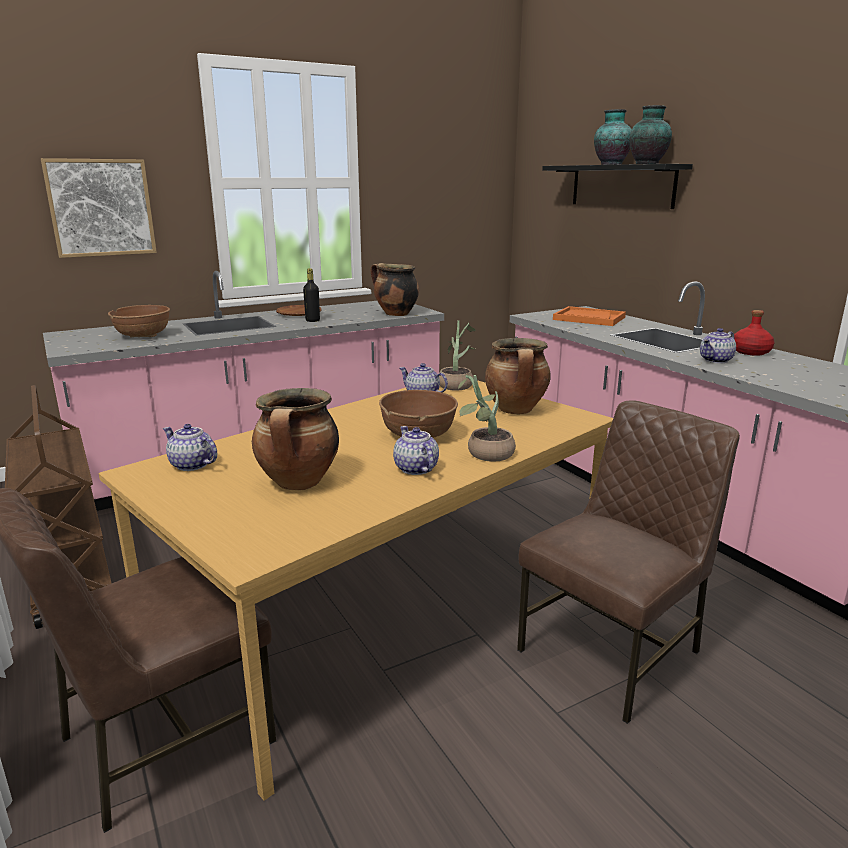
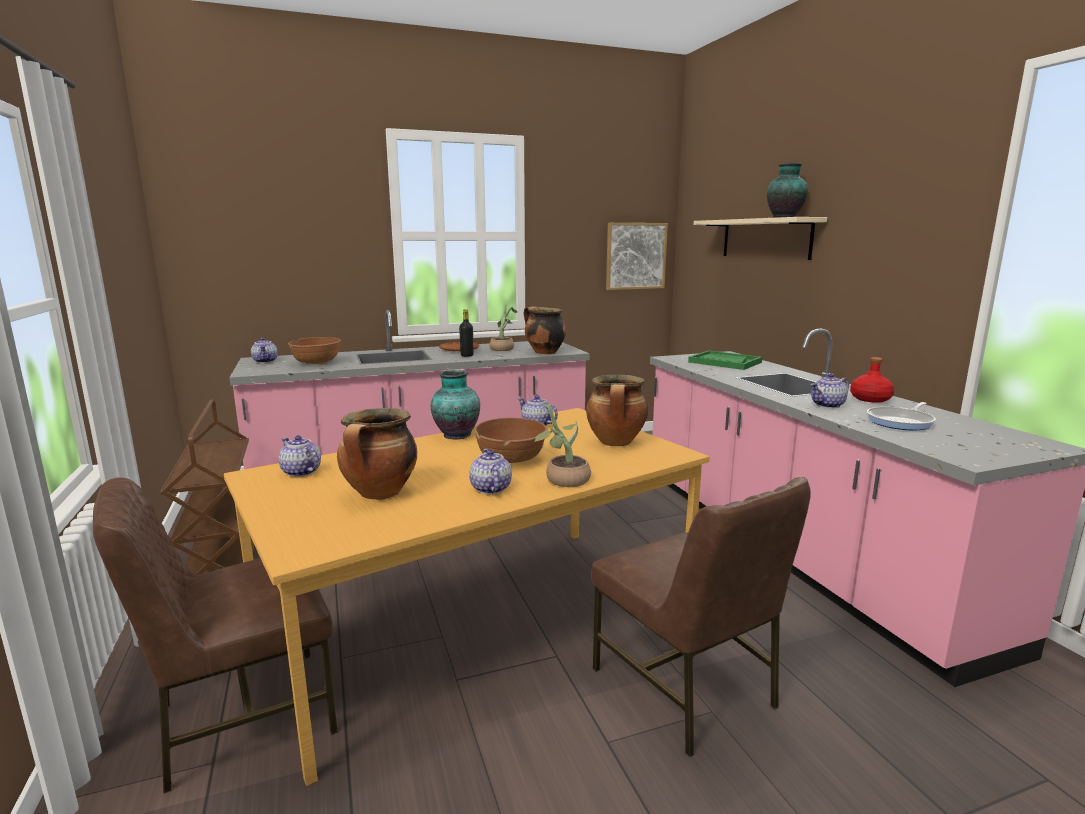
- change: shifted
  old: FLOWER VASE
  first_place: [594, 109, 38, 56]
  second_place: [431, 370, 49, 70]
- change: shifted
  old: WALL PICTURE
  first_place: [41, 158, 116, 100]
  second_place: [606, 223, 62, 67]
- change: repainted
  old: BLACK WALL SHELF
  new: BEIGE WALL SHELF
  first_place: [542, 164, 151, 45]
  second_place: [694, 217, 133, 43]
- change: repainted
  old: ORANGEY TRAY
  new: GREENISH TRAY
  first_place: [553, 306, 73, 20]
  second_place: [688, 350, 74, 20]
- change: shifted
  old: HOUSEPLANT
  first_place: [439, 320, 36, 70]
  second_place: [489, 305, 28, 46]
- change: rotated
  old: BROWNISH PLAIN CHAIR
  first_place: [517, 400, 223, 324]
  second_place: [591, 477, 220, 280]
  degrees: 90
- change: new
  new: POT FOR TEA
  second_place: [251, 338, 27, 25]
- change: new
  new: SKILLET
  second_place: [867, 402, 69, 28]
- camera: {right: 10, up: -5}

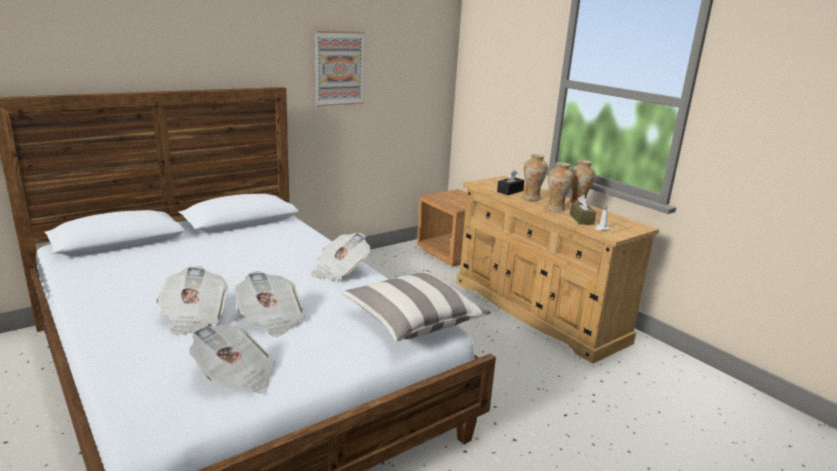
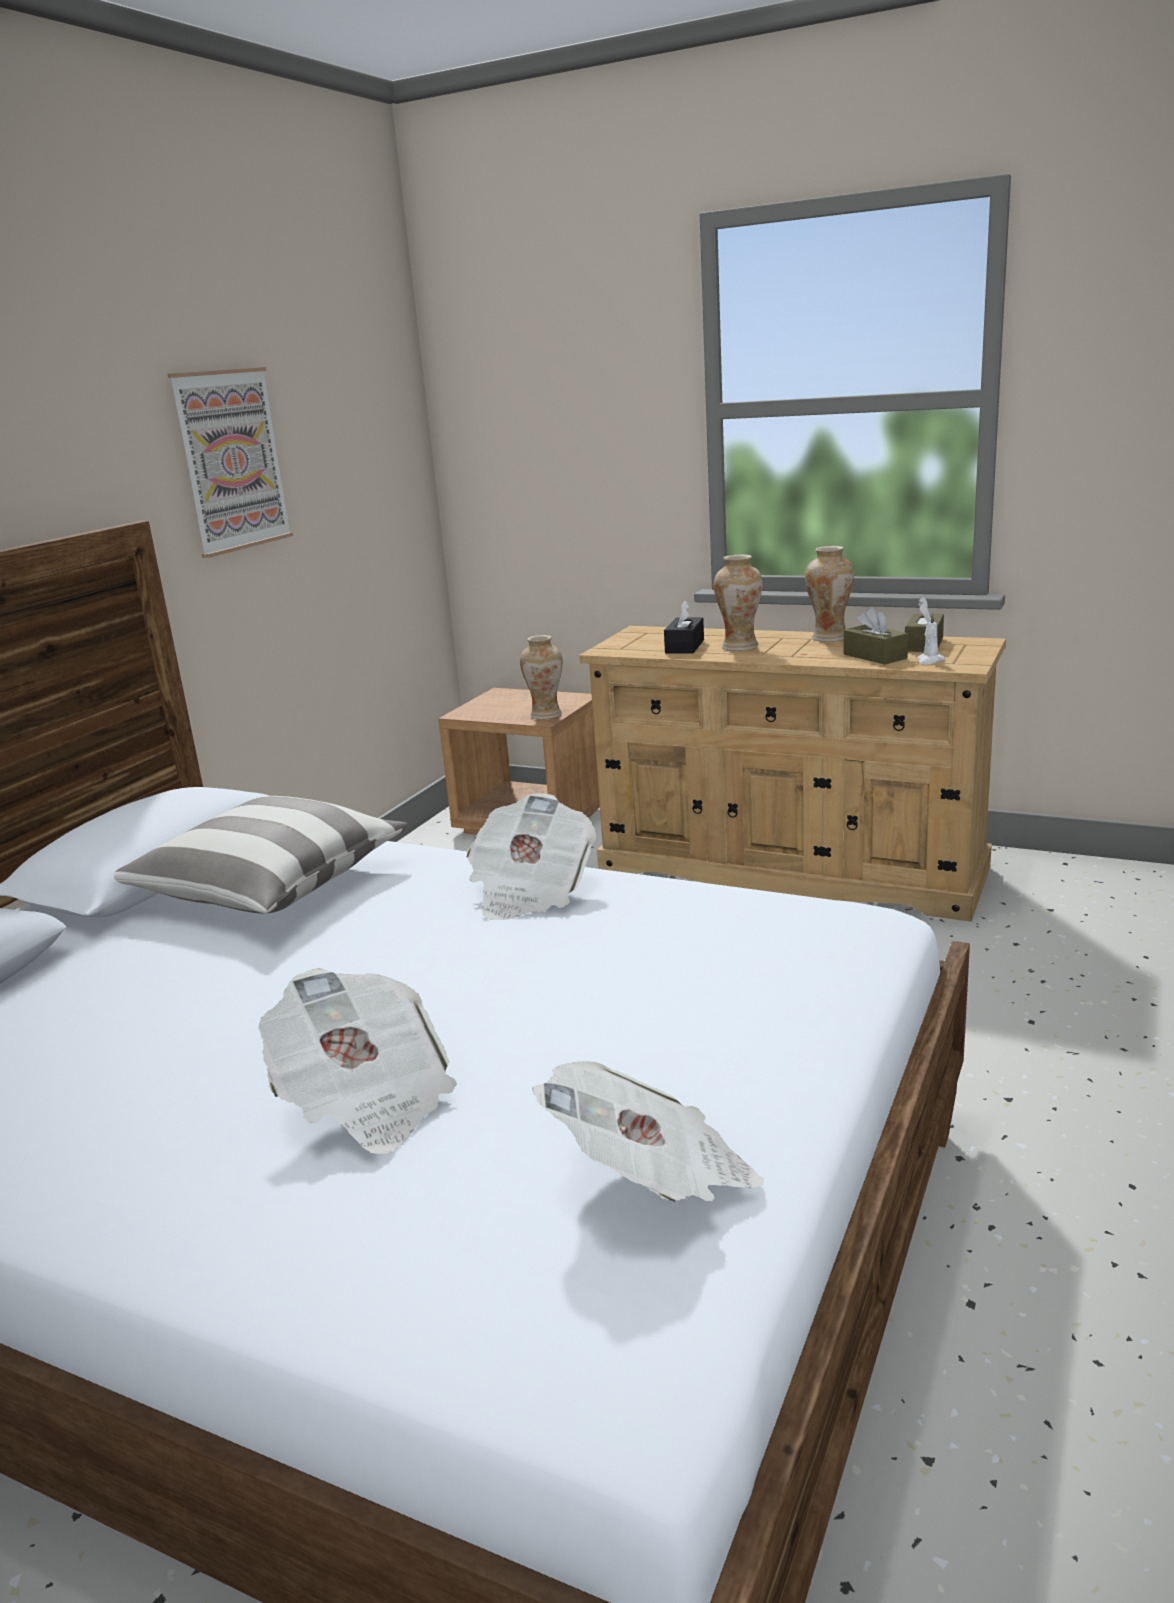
- change: shifted
  old: FLOWER VASE
  first_place: [547, 162, 27, 49]
  second_place: [520, 635, 43, 84]
- change: shifted
  old: PILLOW
  first_place: [341, 270, 150, 72]
  second_place: [114, 796, 294, 117]
- change: gone
  old: PRINTED PAPER
  first_place: [235, 271, 70, 66]
- change: new
  new: BROWNISH TISSUE BOX
  second_place: [905, 596, 39, 56]
- camera: {right: -25, up: 0}

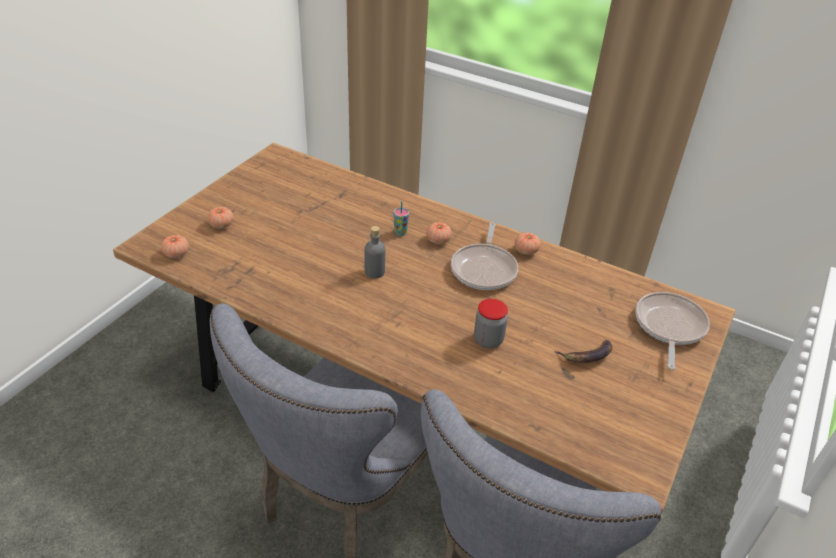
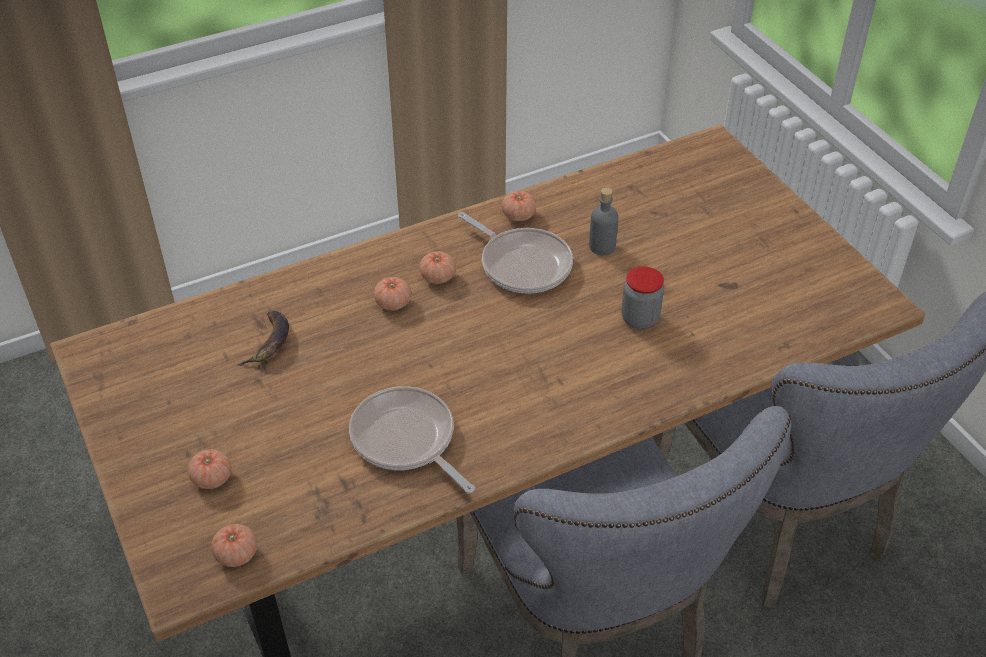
- change: swapped
  old: DRINKING CUP
  new: TOMATO
  first_place: [393, 201, 16, 35]
  second_place: [374, 277, 37, 33]
- change: shifted
  old: GREY BOTTLE
  first_place: [365, 226, 20, 53]
  second_place: [589, 187, 29, 68]
- change: shifted
  old: SKILLET
  first_place: [635, 292, 75, 78]
  second_place: [349, 386, 126, 107]
- change: shifted
  old: BANANA FRUIT
  first_place: [555, 340, 58, 23]
  second_place: [237, 311, 52, 55]
- camera: {right: -55, up: 5}

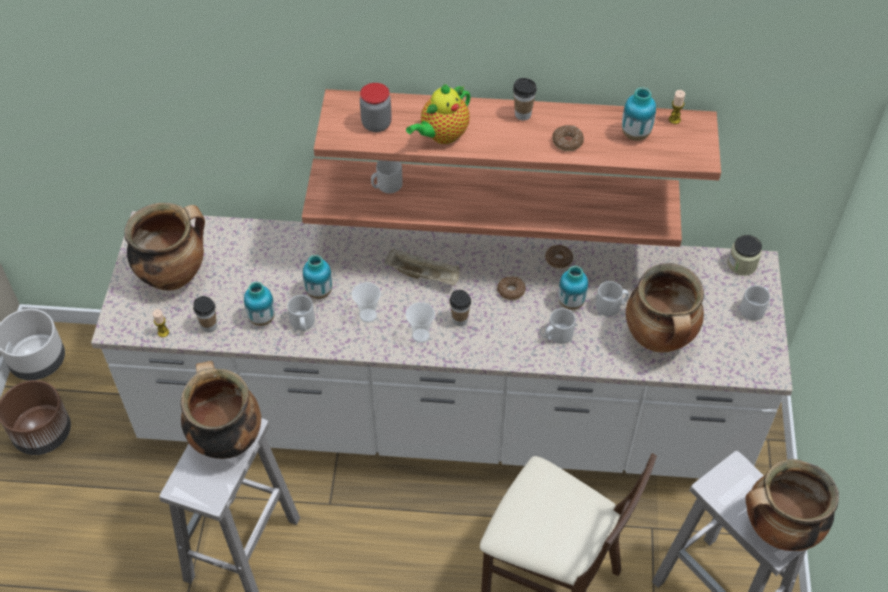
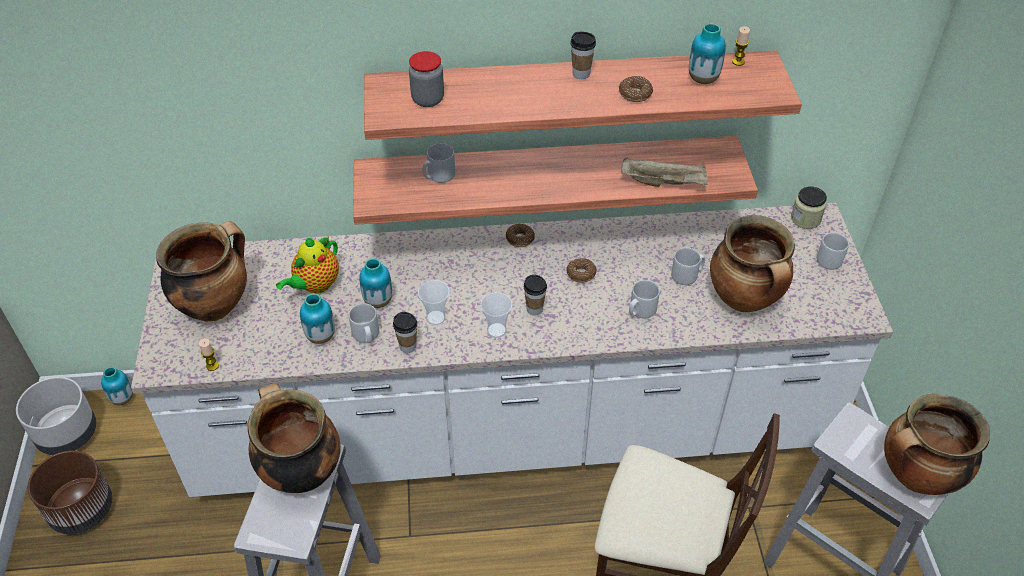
- change: shifted
  old: POT FOR TEA
  first_place: [406, 84, 65, 60]
  second_place: [276, 236, 63, 57]
- change: shifted
  old: DONUT
  first_place: [545, 245, 28, 24]
  second_place: [506, 224, 29, 23]
- change: shifted
  old: BEIGE TRAY
  first_place: [384, 249, 76, 37]
  second_place: [621, 158, 87, 29]
- change: shifted
  old: FLOWER VASE
  first_place: [558, 266, 30, 44]
  second_place: [101, 367, 32, 38]
- change: shifted
  old: DRINKING CUP
  first_place: [193, 296, 24, 36]
  second_place: [393, 312, 24, 41]
- camera: {right: -10, up: -5}

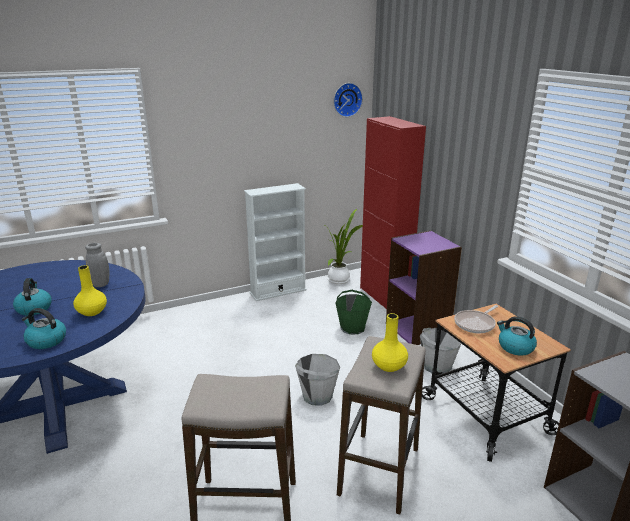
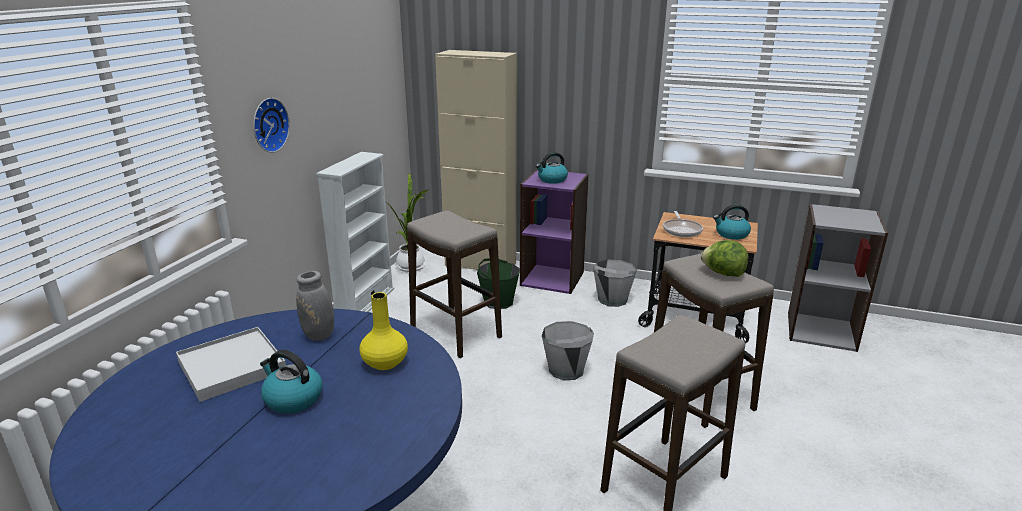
- change: shifted
  old: HANGING CLOCK
  first_place: [334, 83, 29, 34]
  second_place: [253, 98, 37, 55]
- change: repainted
  old: RED-COLOURED STORAGE CABINET
  new: BEIGE STORAGE CABINET
  first_place: [360, 116, 66, 193]
  second_place: [435, 50, 82, 220]
- change: shifted
  old: WATER KETTLE
  first_place: [22, 308, 44, 41]
  second_place: [536, 152, 32, 32]
- change: swapped
  old: YELLOW-COLOURED FLOWER VASE
  new: LETTUCE HEAD
  first_place: [372, 313, 36, 59]
  second_place: [701, 240, 47, 37]
- change: new
  new: SITTING STOOL
  second_place: [407, 211, 95, 147]
- change: new
  new: WHITISH TRAY
  second_place: [176, 327, 110, 75]
- camera: {right: -45, up: 0}

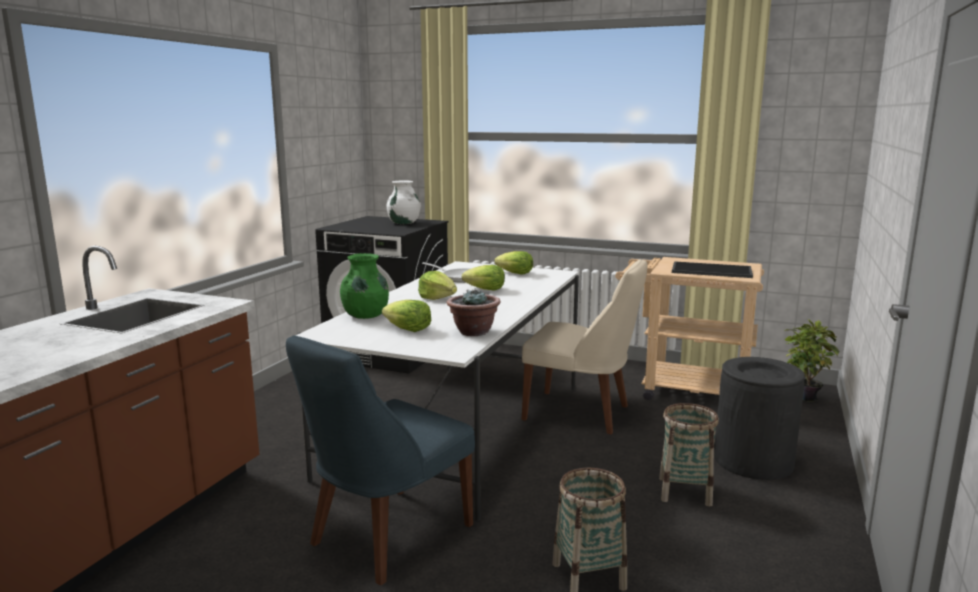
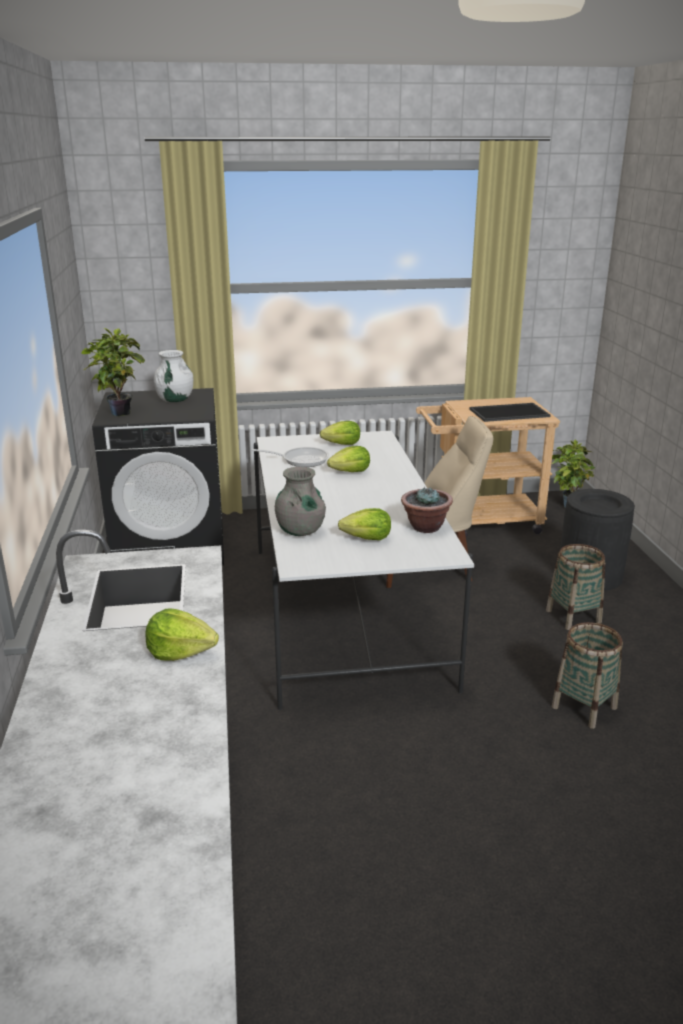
- change: repainted
  old: GREENISH FLOWER VASE
  new: GREY FLOWER VASE
  first_place: [340, 253, 49, 66]
  second_place: [275, 467, 51, 69]
- change: shifted
  old: LETTUCE HEAD
  first_place: [418, 271, 39, 29]
  second_place: [145, 608, 74, 53]
- change: gone
  old: BLUE PLAIN CHAIR
  first_place: [286, 335, 189, 250]
- change: new
  new: HOUSEPLANT
  second_place: [81, 328, 64, 88]
- camera: {right: -30, up: 10}

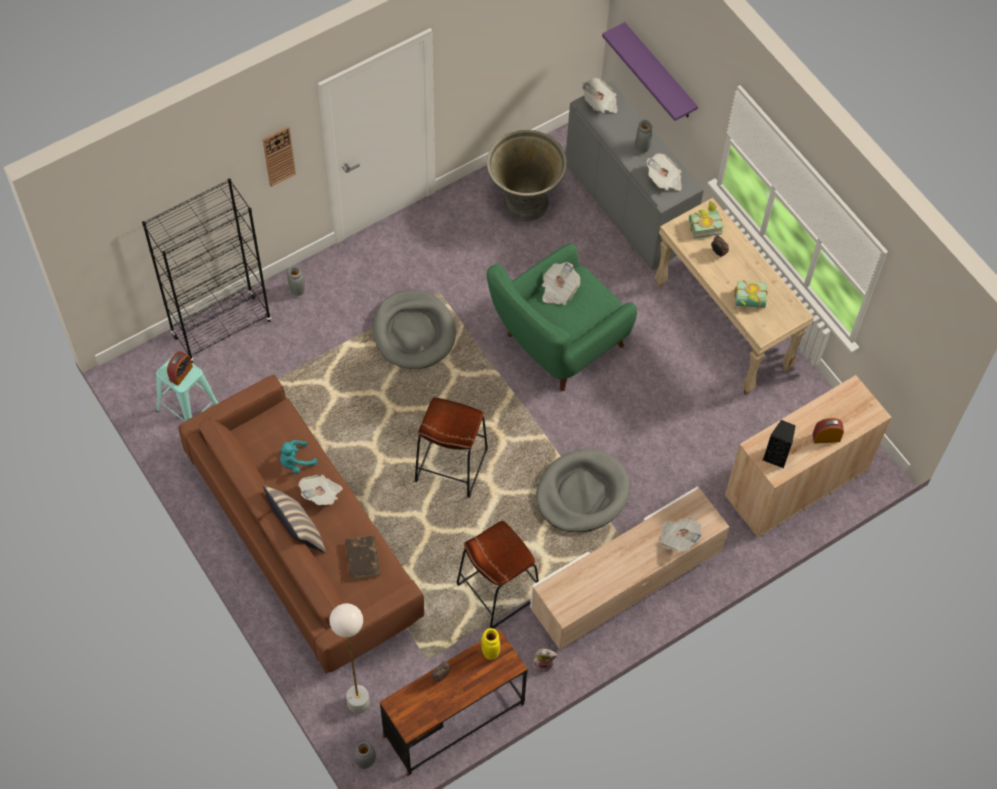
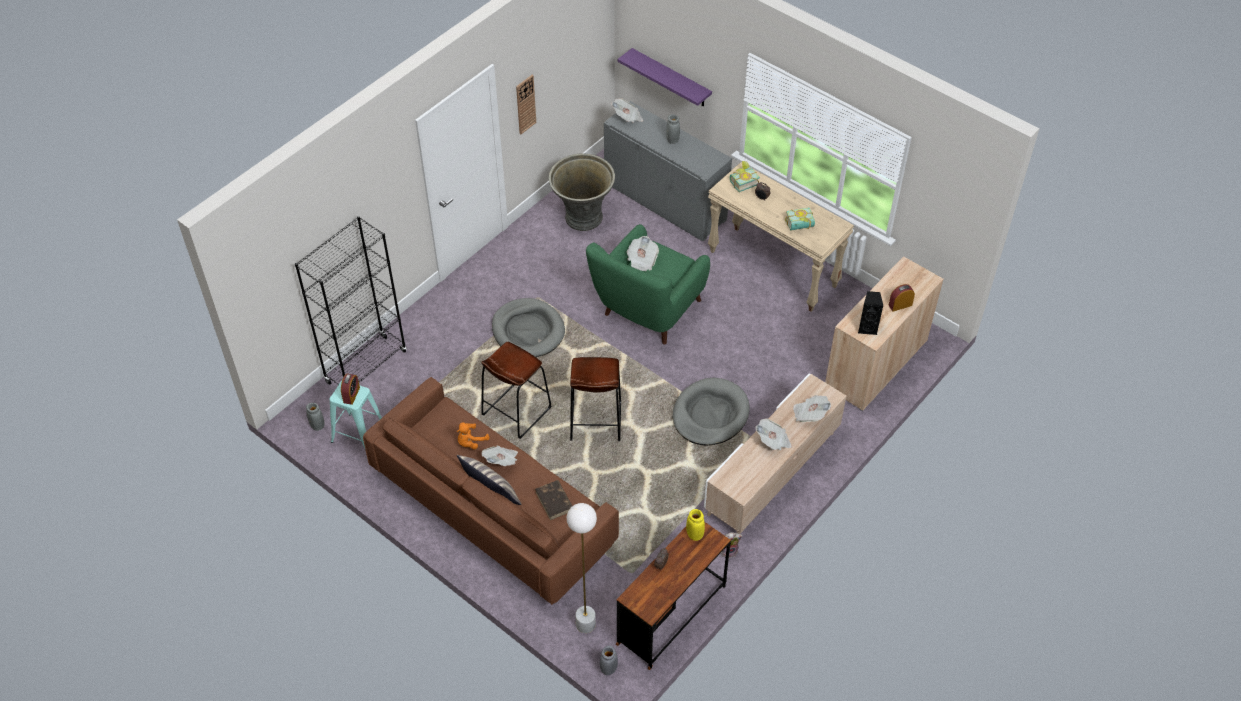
- change: shifted
  old: HANGING CLOCK
  first_place: [262, 126, 34, 61]
  second_place: [516, 75, 20, 59]
- change: shifted
  old: PRINTED PAPER
  first_place: [647, 154, 35, 37]
  second_place: [755, 418, 37, 32]
- change: shifted
  old: GREY FLOWER VASE
  first_place: [288, 266, 17, 30]
  second_place: [306, 403, 19, 28]
- change: repainted
  old: TURQUOISE CUDDLY TOY
  new: ORANGEY CUDDLY TOY
  first_place: [278, 440, 39, 34]
  second_place: [456, 422, 33, 28]
- change: shifted
  old: BROWNISH SITTING STOOL
  first_place: [457, 521, 82, 108]
  second_place: [481, 342, 70, 97]
- camera: {right: -15, up: -10}

